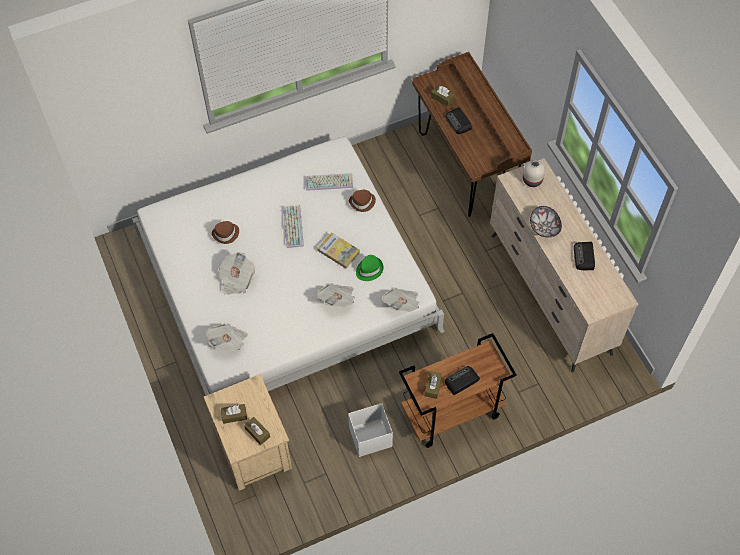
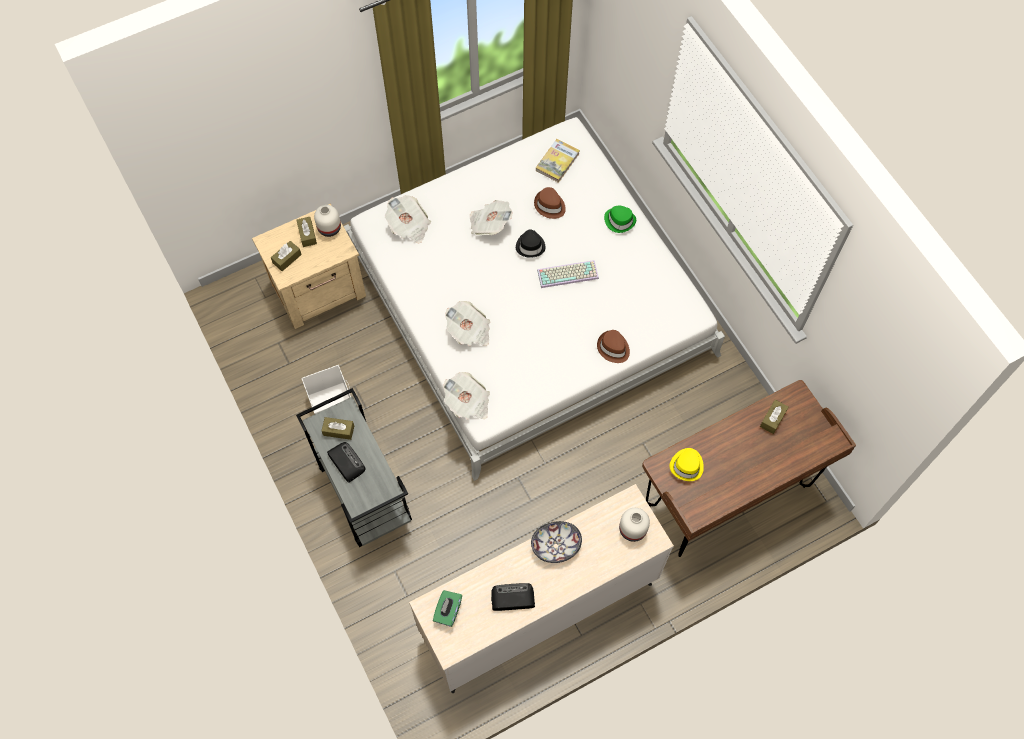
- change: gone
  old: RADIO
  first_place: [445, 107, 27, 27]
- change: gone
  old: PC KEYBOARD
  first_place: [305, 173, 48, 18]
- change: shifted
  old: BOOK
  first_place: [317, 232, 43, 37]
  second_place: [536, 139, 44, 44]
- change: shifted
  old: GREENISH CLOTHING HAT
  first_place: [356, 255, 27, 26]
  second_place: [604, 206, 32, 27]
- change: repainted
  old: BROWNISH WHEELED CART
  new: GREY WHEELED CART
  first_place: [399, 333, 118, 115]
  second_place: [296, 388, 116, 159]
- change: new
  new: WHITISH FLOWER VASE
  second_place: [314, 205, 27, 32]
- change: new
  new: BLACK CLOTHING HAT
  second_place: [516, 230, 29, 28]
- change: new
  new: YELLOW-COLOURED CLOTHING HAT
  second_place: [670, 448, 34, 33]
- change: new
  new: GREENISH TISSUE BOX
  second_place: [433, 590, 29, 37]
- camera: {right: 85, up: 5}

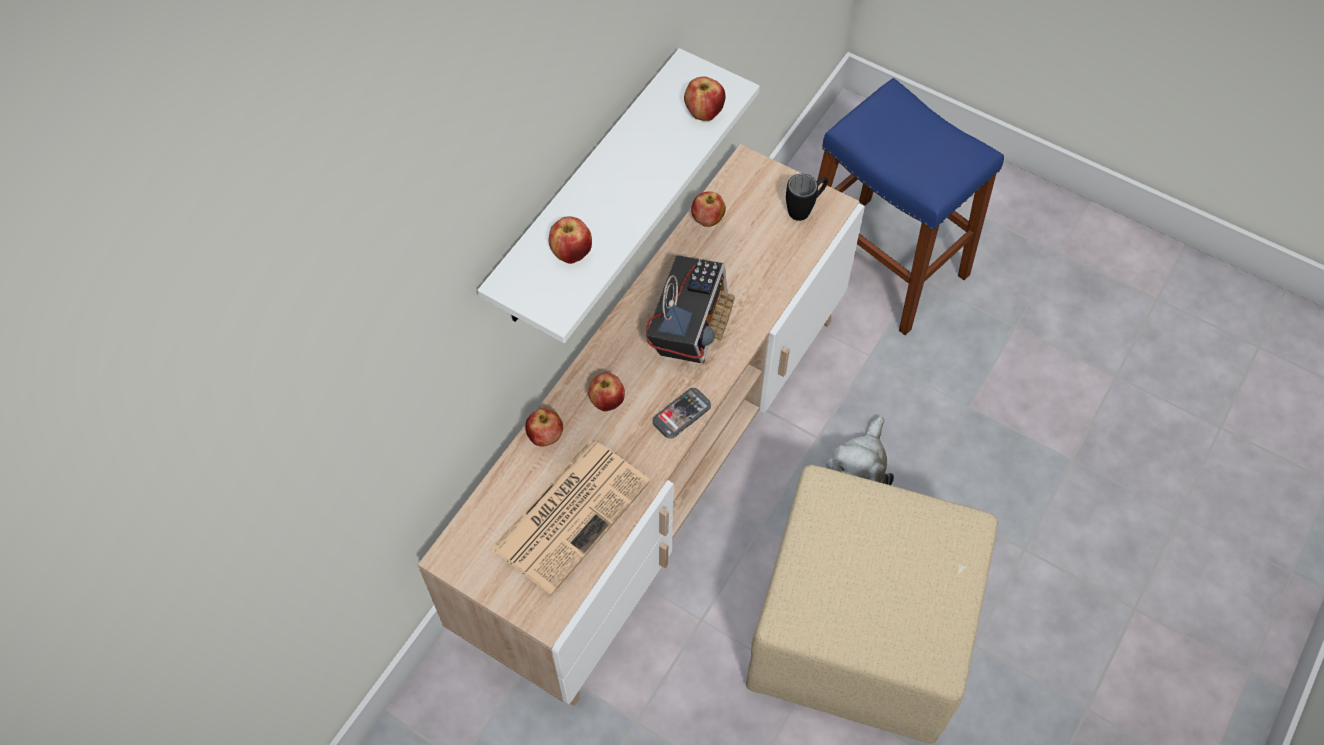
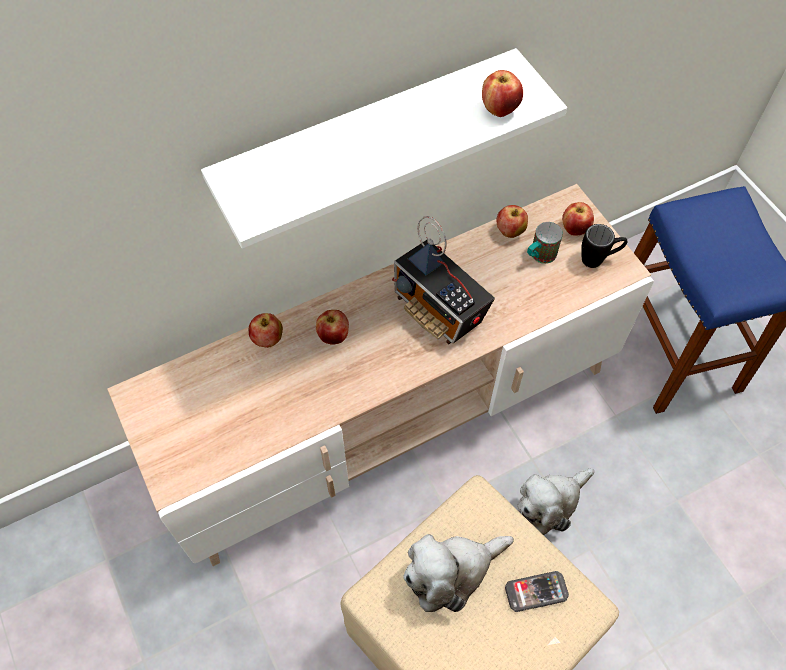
- change: shifted
  old: APPLE FRUIT
  first_place: [548, 216, 44, 48]
  second_place: [562, 202, 32, 34]
- change: rotated
  old: RADIO
  first_place: [646, 255, 89, 108]
  second_place: [392, 216, 103, 128]
  degrees: 90
- change: shifted
  old: HANDSET
  first_place: [652, 388, 59, 50]
  second_place: [505, 571, 64, 41]
- change: gone
  old: PRINTED PAPER
  first_place: [490, 440, 160, 155]
- change: new
  new: MUG
  second_place: [527, 222, 36, 42]
- change: new
  new: CUDDLY TOY
  second_place: [403, 534, 111, 78]
- camera: {right: 30, up: 0}

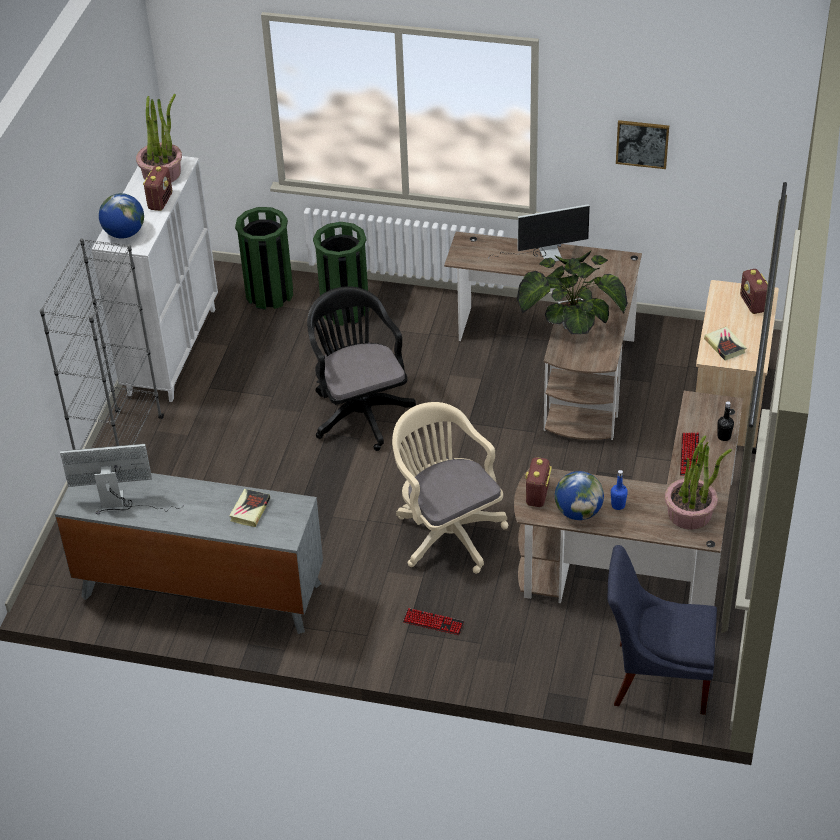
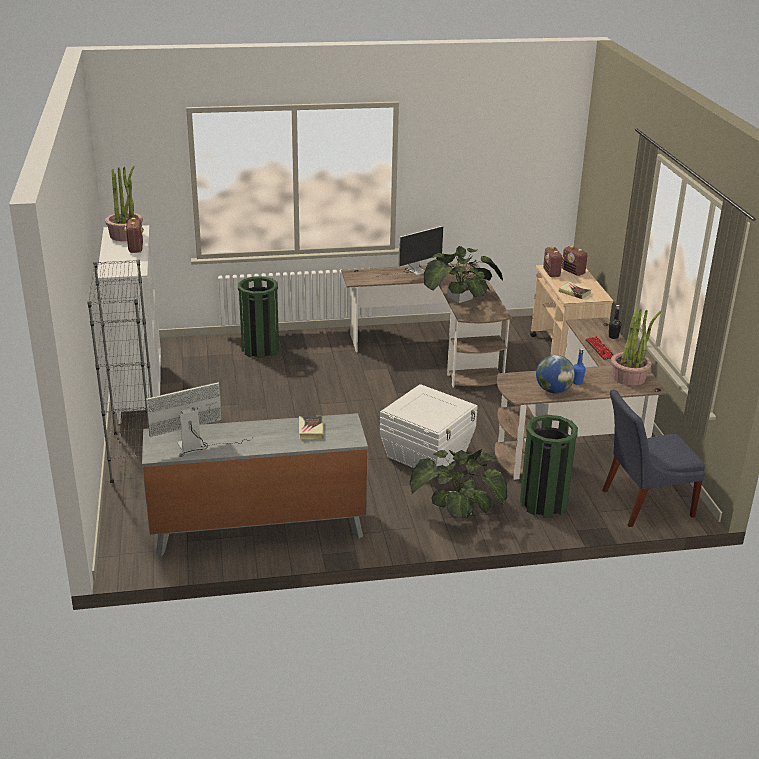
- change: gone
  old: WALL PICTURE
  first_place: [616, 120, 53, 49]
- change: gone
  old: WORLD GLOBE
  first_place: [99, 193, 45, 46]
- change: shifted
  old: GREENISH TRASH CAN
  first_place: [235, 207, 58, 103]
  second_place: [520, 415, 58, 102]
- change: gone
  old: BLACK DESK CHAIR
  first_place: [307, 286, 109, 165]
- change: swapped
  old: BEIGE DESK CHAIR
  new: WHITISH STORAGE BIN
  first_place: [392, 402, 116, 172]
  second_place: [380, 384, 98, 84]
- change: shifted
  old: RADIO
  first_place: [525, 457, 27, 50]
  second_place: [543, 246, 21, 31]
- change: swapped
  old: PC KEYBOARD
  new: HOUSEPLANT
  first_place: [403, 608, 61, 27]
  second_place: [410, 449, 98, 69]
- camera: {right: -25, up: -15}

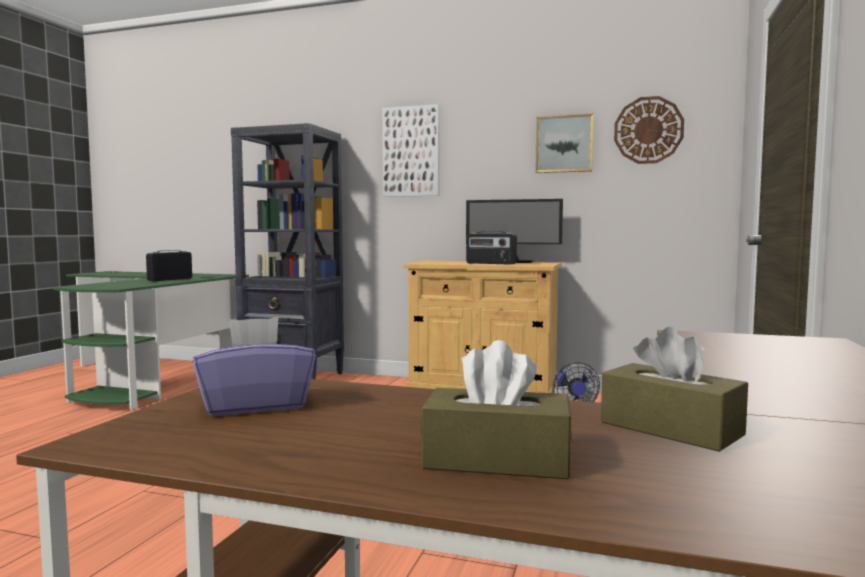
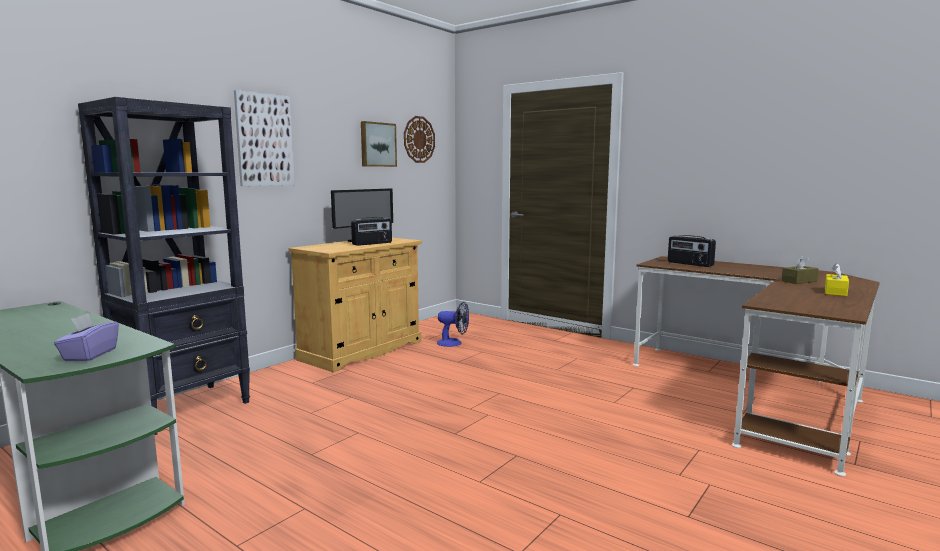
- change: shifted
  old: RADIO
  first_place: [146, 250, 46, 31]
  second_place: [668, 235, 48, 32]
- change: shifted
  old: PURPLISH TISSUE BOX
  first_place: [193, 317, 123, 99]
  second_place: [54, 313, 65, 48]
- change: repainted
  old: BROWNISH TISSUE BOX
  new: YELLOW-COLOURED TISSUE BOX
  first_place: [421, 340, 151, 139]
  second_place: [825, 263, 24, 33]
- camera: {right: -70, up: 5}

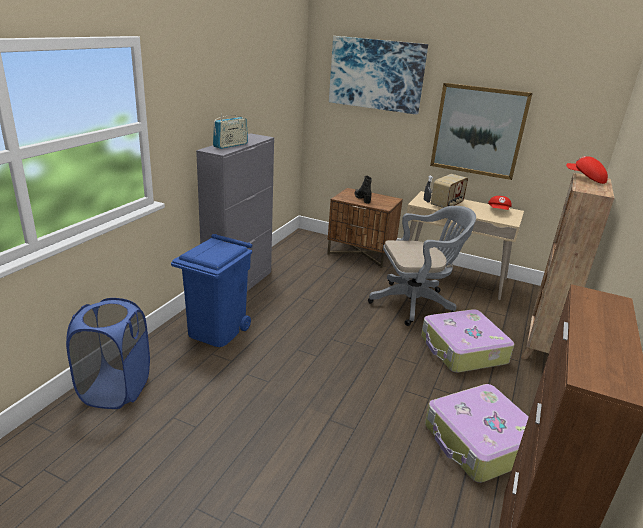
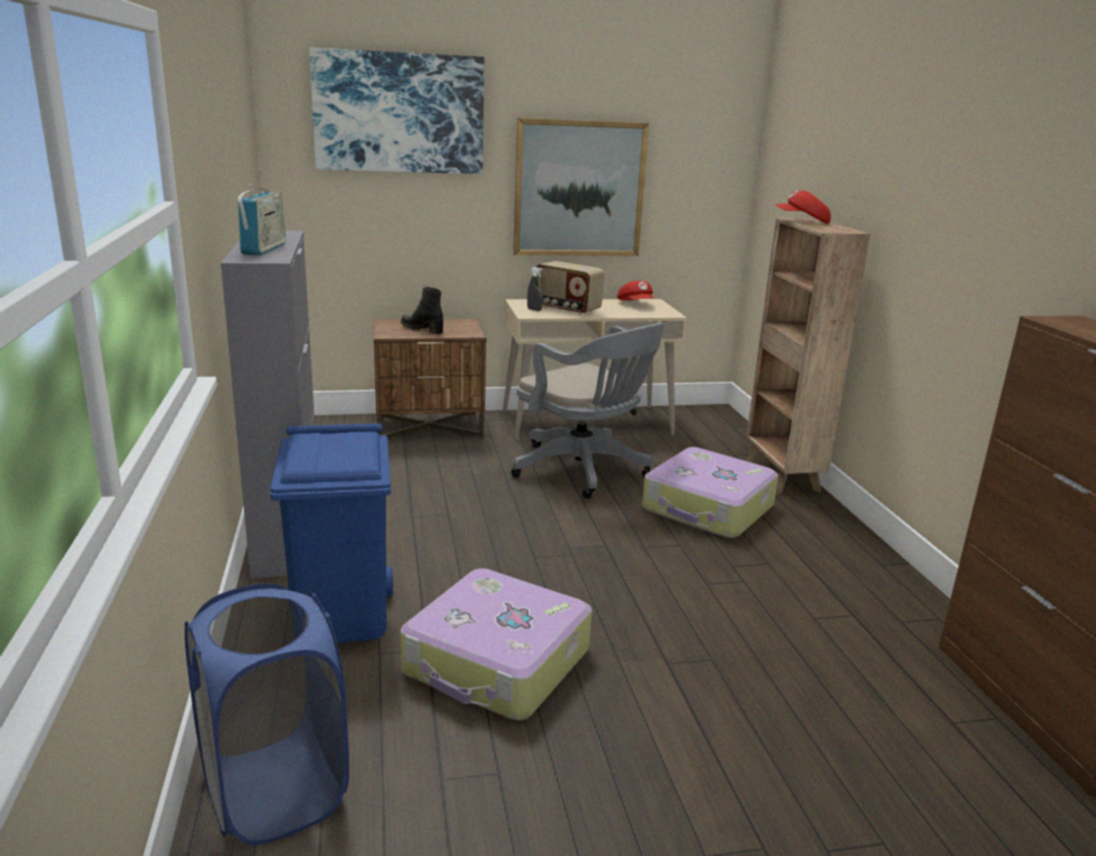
- change: rotated
  old: RADIO
  first_place: [431, 174, 37, 34]
  second_place: [536, 261, 69, 54]
  degrees: 120
- change: rotated
  old: GREY DESK CHAIR
  first_place: [368, 206, 108, 120]
  second_place: [511, 323, 153, 176]
  degrees: 90
- change: shifted
  old: PIECE OF LUGGAGE
  first_place: [425, 384, 103, 99]
  second_place: [400, 568, 192, 152]
- camera: {right: -35, up: -5}

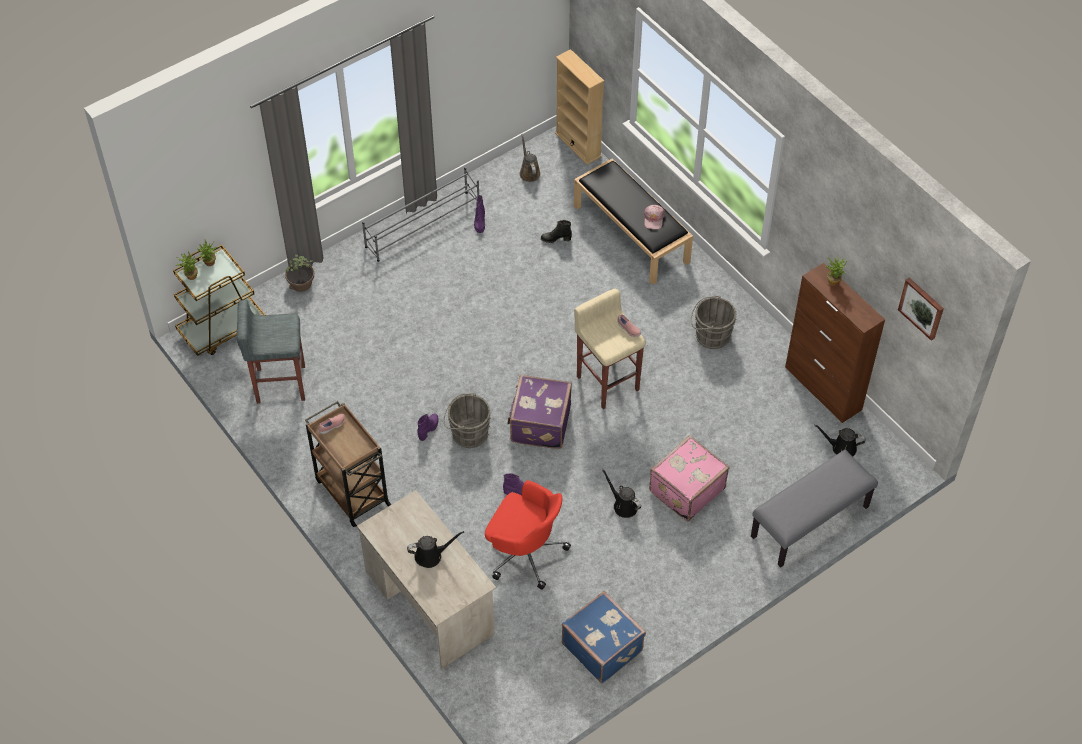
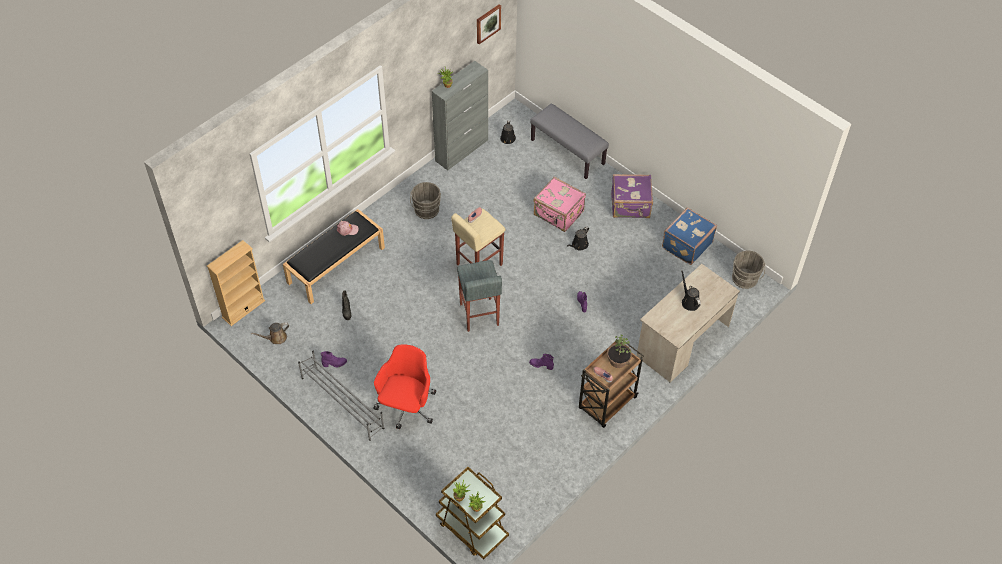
- change: shifted
  old: HOUSEPLANT
  first_place: [285, 255, 29, 37]
  second_place: [607, 334, 25, 34]
- change: repainted
  old: BROWNISH STORAGE CABINET
  new: GREY STORAGE CABINET
  first_place: [785, 263, 100, 160]
  second_place: [432, 61, 56, 110]
- change: shifted
  old: GREY SITTING STOOL
  first_place: [237, 300, 68, 104]
  second_place: [457, 260, 45, 72]
- change: shifted
  old: PURPLISH PIECE OF LUGGAGE
  first_place: [507, 375, 65, 74]
  second_place: [611, 174, 42, 44]
- change: shifted
  old: GREY WATER BUCKET
  first_place: [444, 393, 47, 55]
  second_place: [732, 250, 33, 39]
- change: shifted
  old: RED-COLOURED DESK CHAIR
  first_place: [485, 480, 86, 110]
  second_place: [374, 344, 62, 85]
- camera: {right: -100, up: 0}

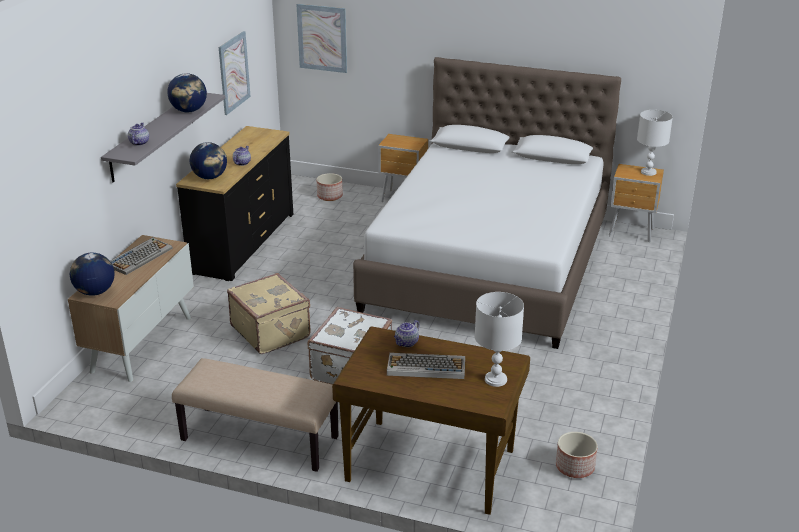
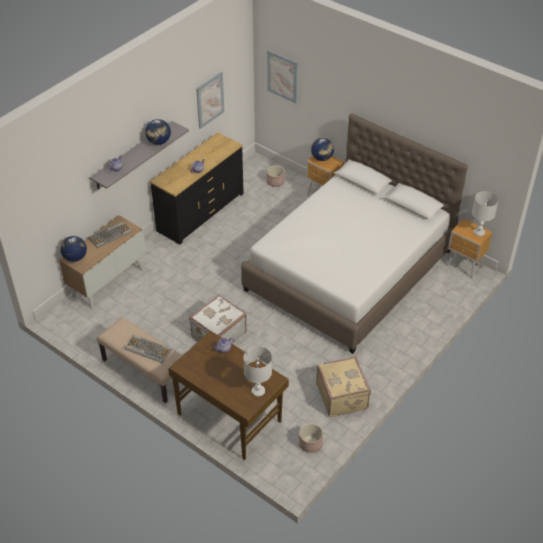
- change: shifted
  old: WORLD GLOBE
  first_place: [190, 142, 37, 37]
  second_place: [311, 138, 23, 23]
- change: shifted
  old: BEIGE PIECE OF LUGGAGE
  first_place: [227, 273, 84, 81]
  second_place: [316, 357, 55, 60]
- change: shifted
  old: PC KEYBOARD
  first_place: [387, 353, 78, 26]
  second_place: [124, 335, 48, 28]
- camera: {right: 20, up: 15}

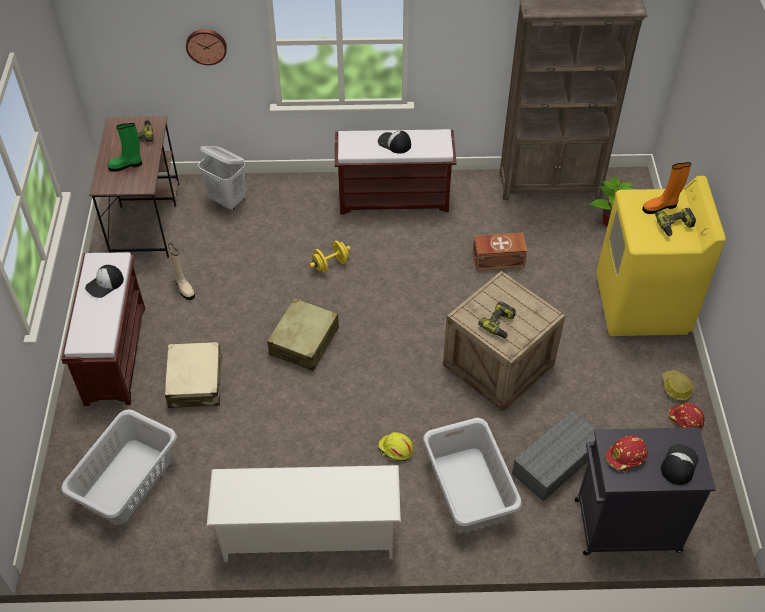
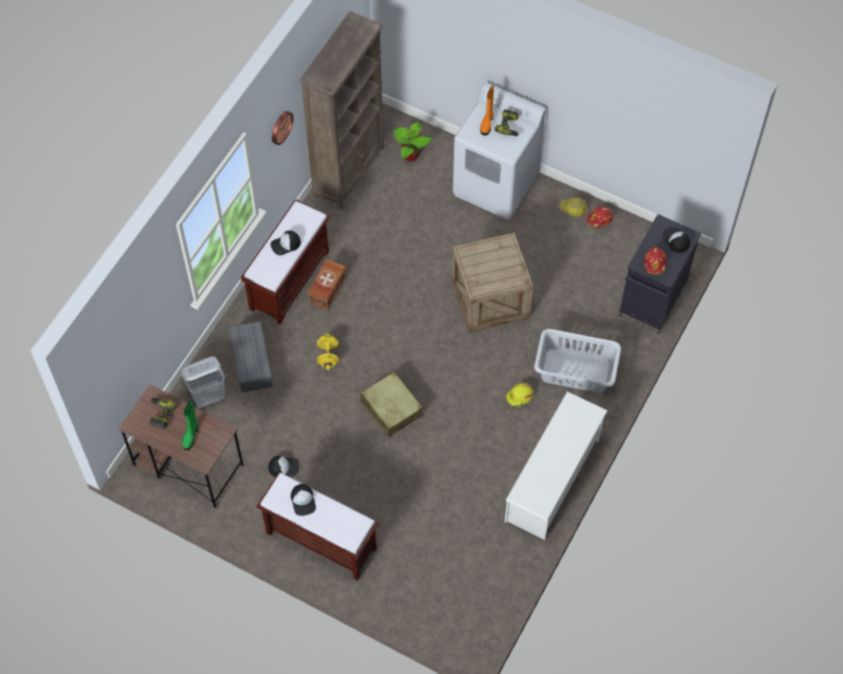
- change: shifted
  old: HANGING CLOCK
  first_place: [186, 29, 41, 36]
  second_place: [272, 111, 22, 34]
- change: repainted
  old: YELLOW-COLOURED LAUNDRY MACHINE
  new: WHITISH LAUNDRY MACHINE
  first_place: [596, 176, 130, 160]
  second_place: [453, 83, 93, 137]
- change: shifted
  old: BROWNISH STORAGE BIN
  first_place: [473, 233, 54, 38]
  second_place: [308, 259, 38, 51]
- change: swapped
  old: BEIGE TALL BOOT
  new: BASEBALL CAP
  first_place: [168, 243, 27, 57]
  second_place: [268, 456, 31, 21]
- change: gone
  old: POWER DRILL
  first_place: [478, 301, 38, 37]
- change: gone
  old: BEIGE PIECE OF LUGGAGE
  first_place: [165, 342, 57, 66]
- change: gone
  old: GREY WASHING BASKET
  first_place: [61, 409, 116, 115]
- change: shifted
  old: GREY STORAGE BIN
  first_place: [512, 410, 83, 92]
  second_place: [229, 321, 44, 72]
- camera: {right: -60, up: 10}

